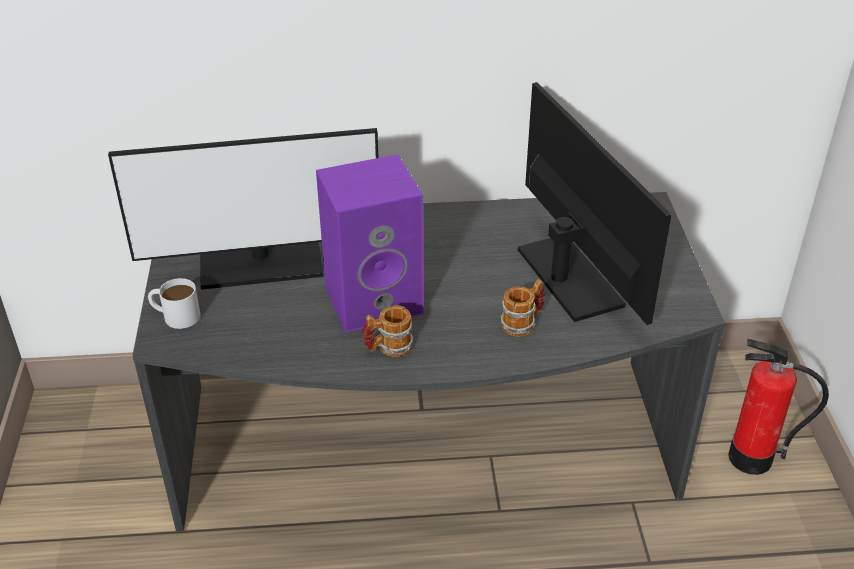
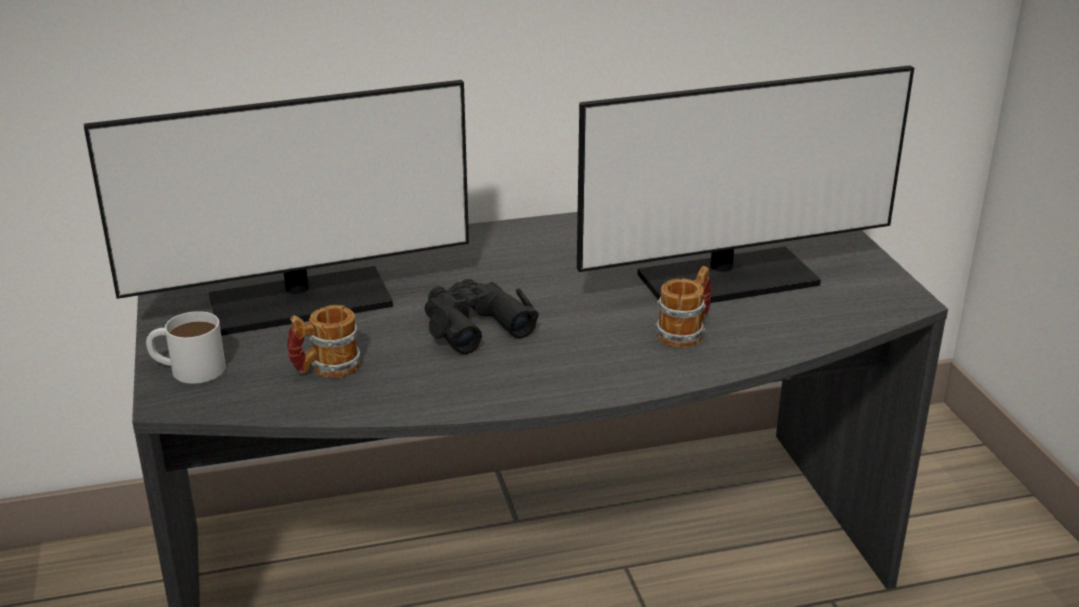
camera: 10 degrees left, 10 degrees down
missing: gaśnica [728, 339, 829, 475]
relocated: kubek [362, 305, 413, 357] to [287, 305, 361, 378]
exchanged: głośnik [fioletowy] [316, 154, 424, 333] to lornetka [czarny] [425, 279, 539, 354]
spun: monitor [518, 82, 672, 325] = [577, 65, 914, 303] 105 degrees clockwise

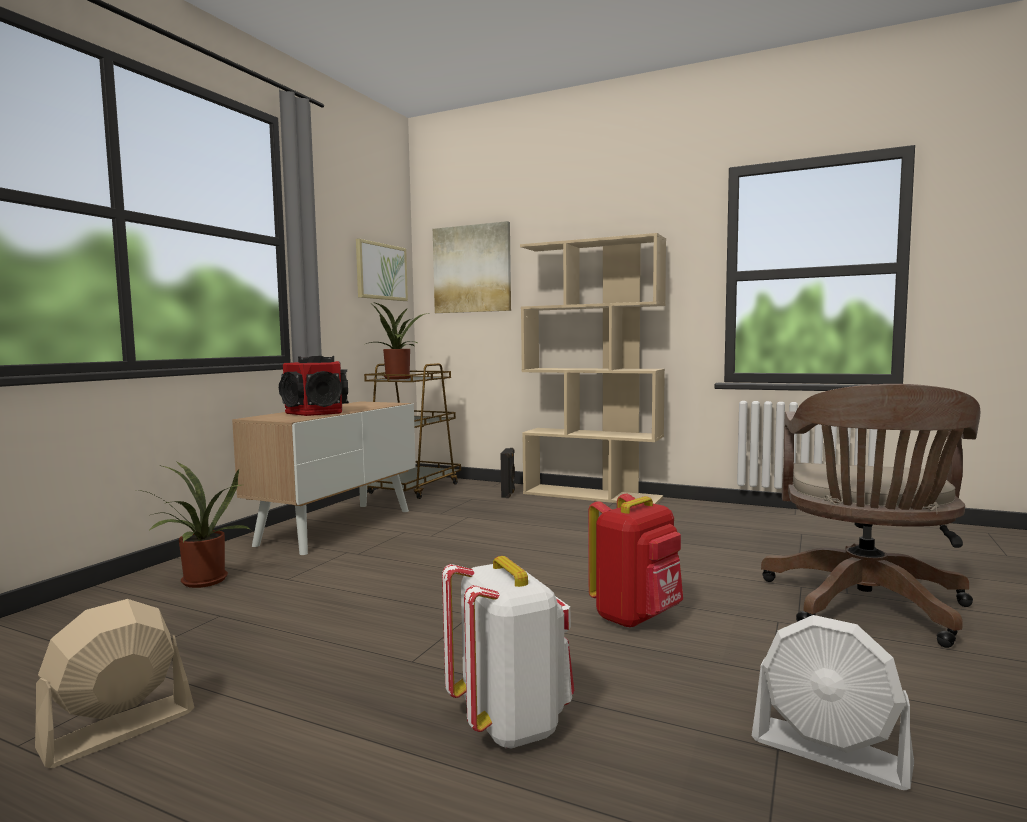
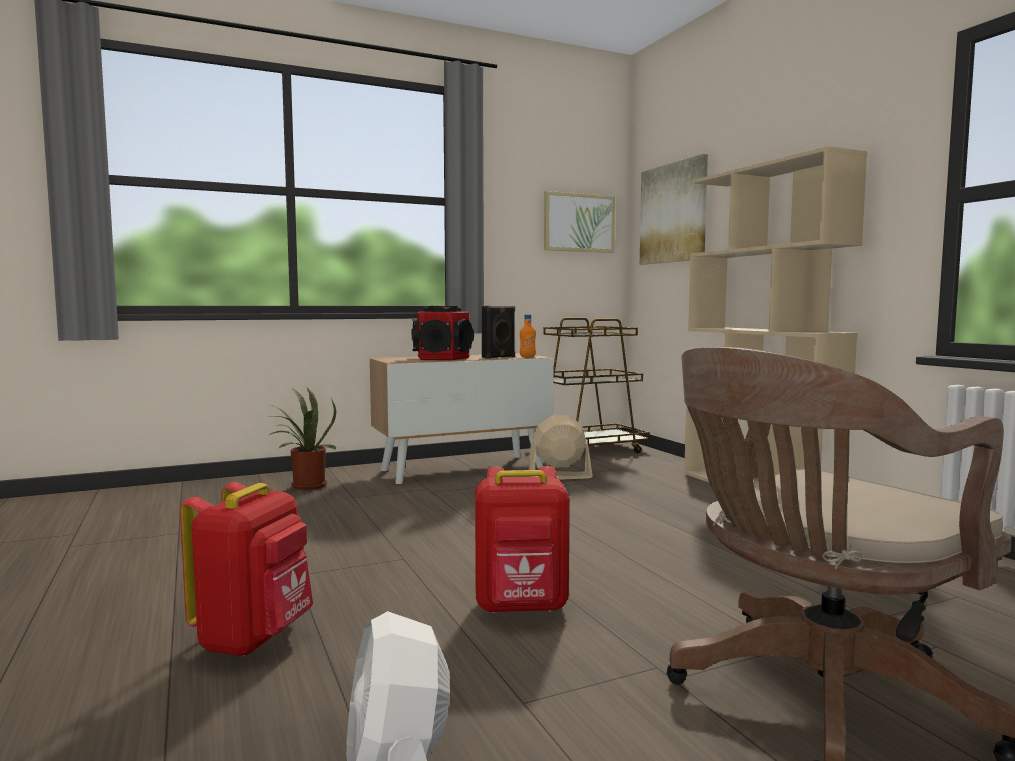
camera: 40 degrees right, 0 degrees up
missing: roślina doniczkowa [366, 302, 429, 379]
appeared: butelka [pomarańczowy] [520, 314, 536, 358]
relocated: wentylator [beżowy] [35, 599, 194, 768] to [529, 415, 593, 480]; głośnik [czarny] [501, 448, 515, 498] to [482, 306, 515, 359]
colour: plecak [biały] [442, 556, 574, 749] to plecak [czerwony] [180, 482, 313, 656]

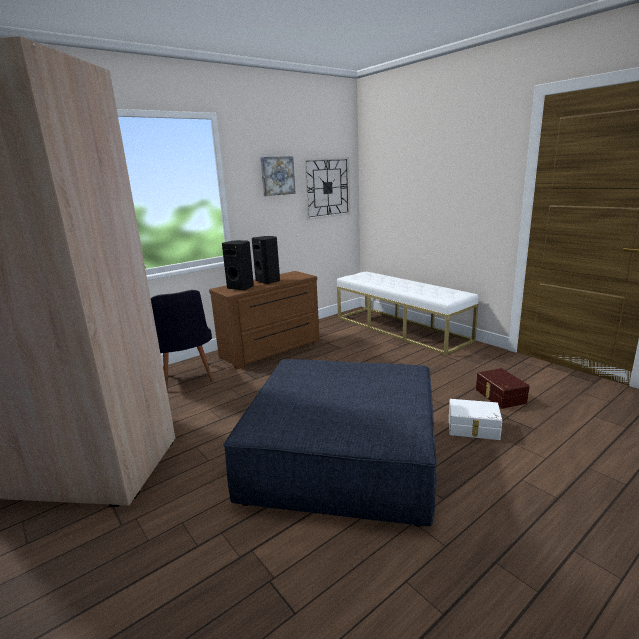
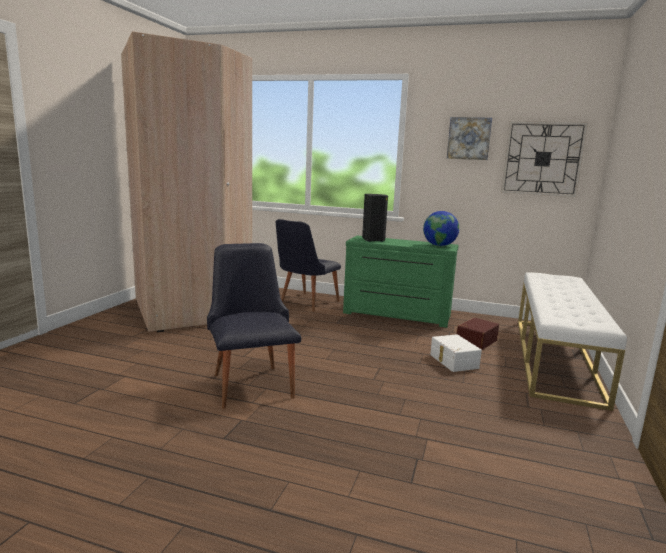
camera: 55 degrees right, 5 degrees down
missing: głośnik [czarny] [252, 236, 280, 284]
appeared: globus [423, 211, 459, 246]
relocated: pojemnik do przechowywania [biały] [449, 399, 502, 440] to [430, 334, 482, 372]; pojemnik do przechowywania [brązowy] [476, 368, 530, 409] to [456, 317, 499, 350]
exchanged: pufa [niebieski] [223, 359, 437, 527] to krzesło [czarny] [207, 243, 301, 409]
colour: komoda [brązowy] [209, 271, 320, 369] to komoda [zielony] [343, 236, 459, 328]

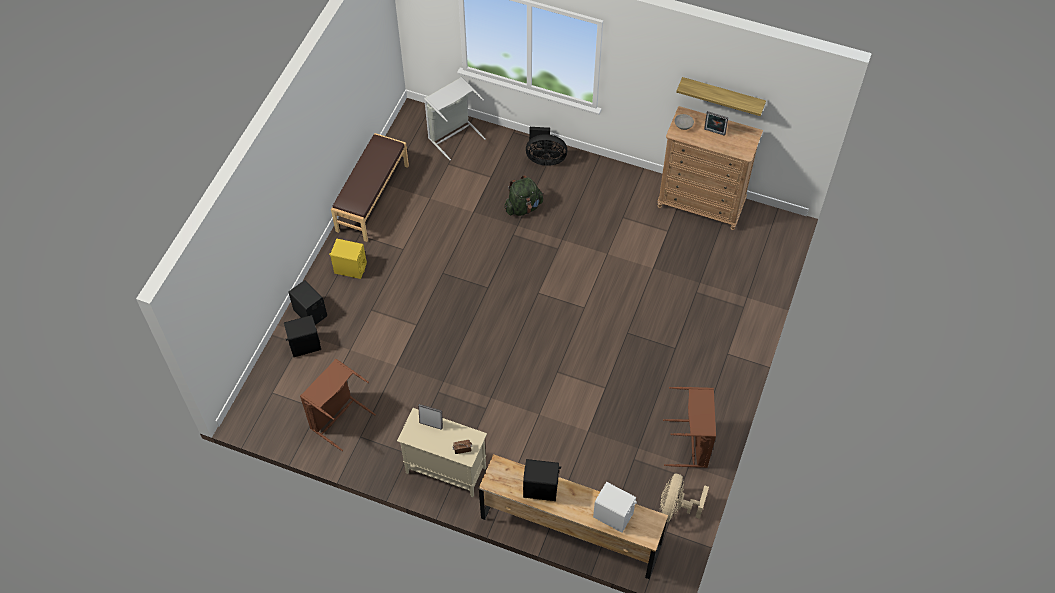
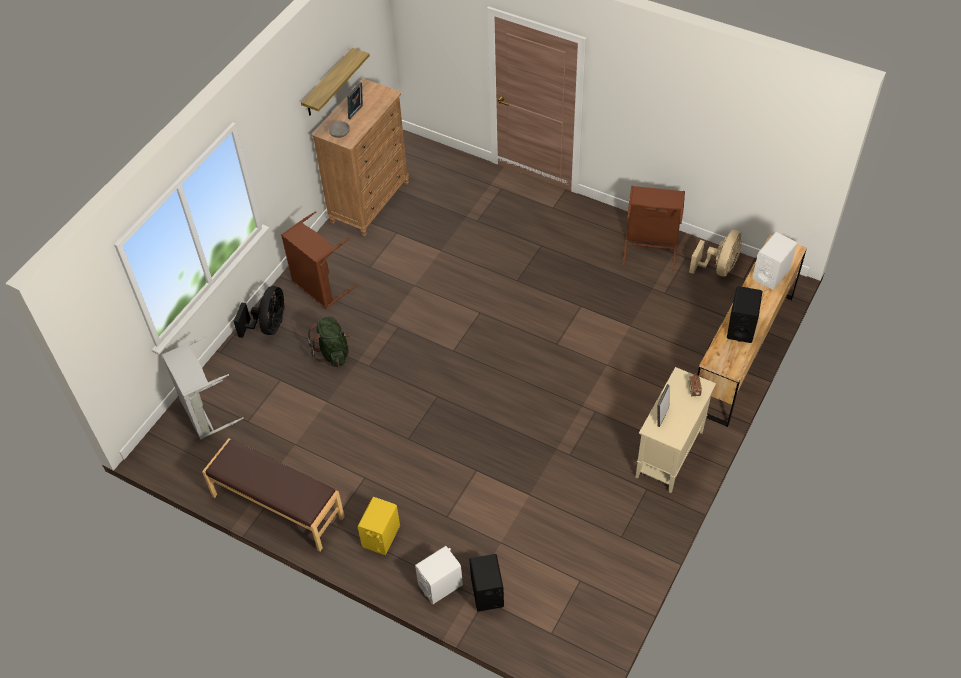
camera: 80 degrees left, 5 degrees down
relocated: kosz na pranie [brązowy] [300, 359, 376, 451] to [281, 211, 358, 309]
colour: głośnik [czarny] [288, 280, 327, 325] to głośnik [biały] [415, 546, 463, 604]
spun: wentylator [beżowy] [660, 474, 709, 522] = [689, 230, 742, 277] 90 degrees counterclockwise

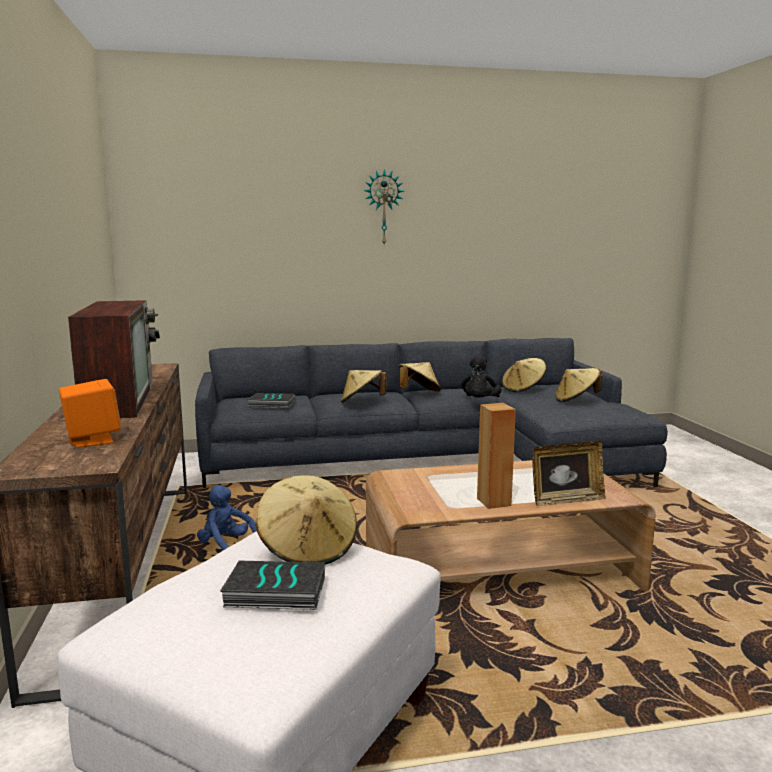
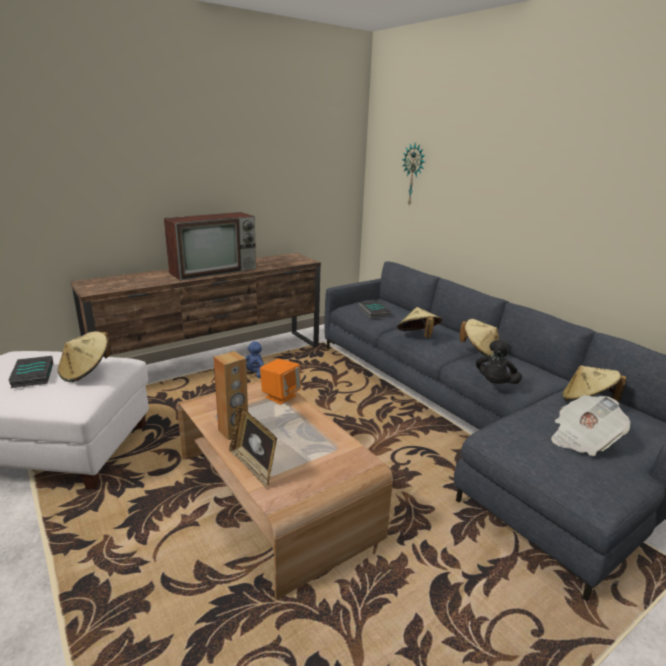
camera: 65 degrees right, 10 degrees up
relocated: głośnik [pomarańczowy] [59, 379, 121, 448] to [260, 359, 301, 405]; zegar ścienny [364, 169, 404, 245] to [402, 144, 425, 205]
exchanged: kapelusz [beżowy] [555, 368, 602, 402] to gazeta [551, 395, 630, 456]
spun: pluszak [czarny] [461, 356, 502, 397] = [476, 340, 522, 384] 60 degrees counterclockwise

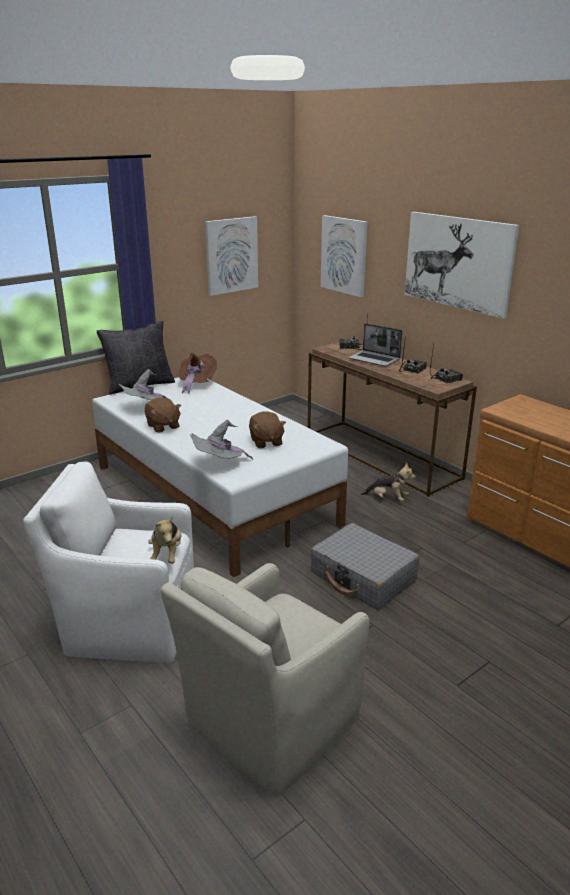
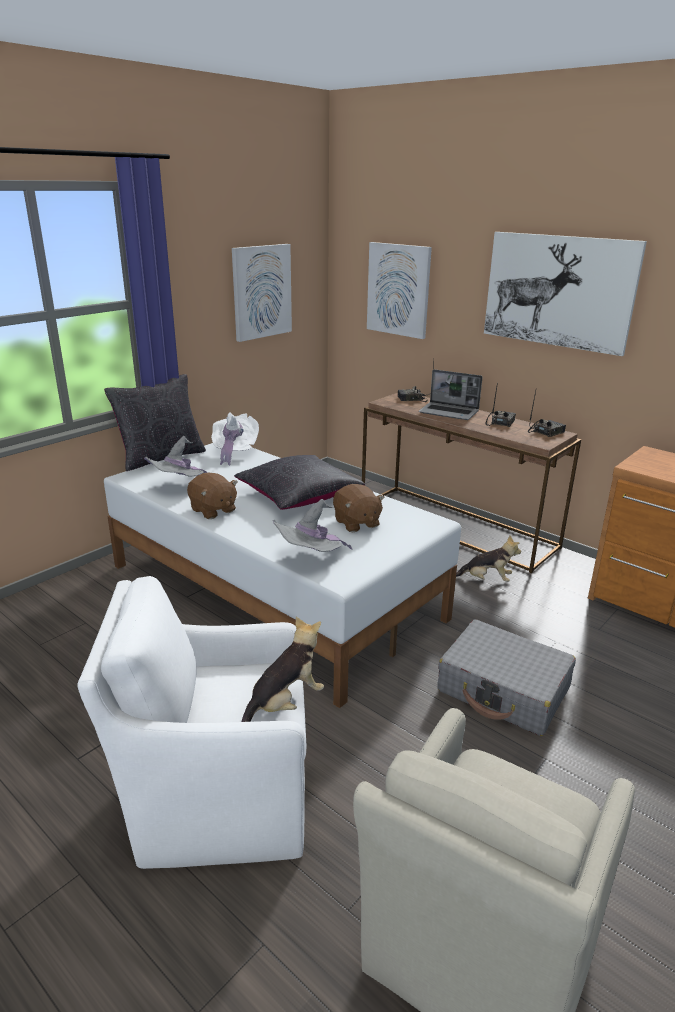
camera: 10 degrees left, 0 degrees up
appeared: poduszka [czarny] [234, 455, 365, 510]
colour: kapelusz [brązowy] [179, 352, 217, 394] to kapelusz [biały] [211, 412, 259, 465]
spun: pluszak [148, 516, 182, 564] = [242, 617, 324, 722] 120 degrees counterclockwise

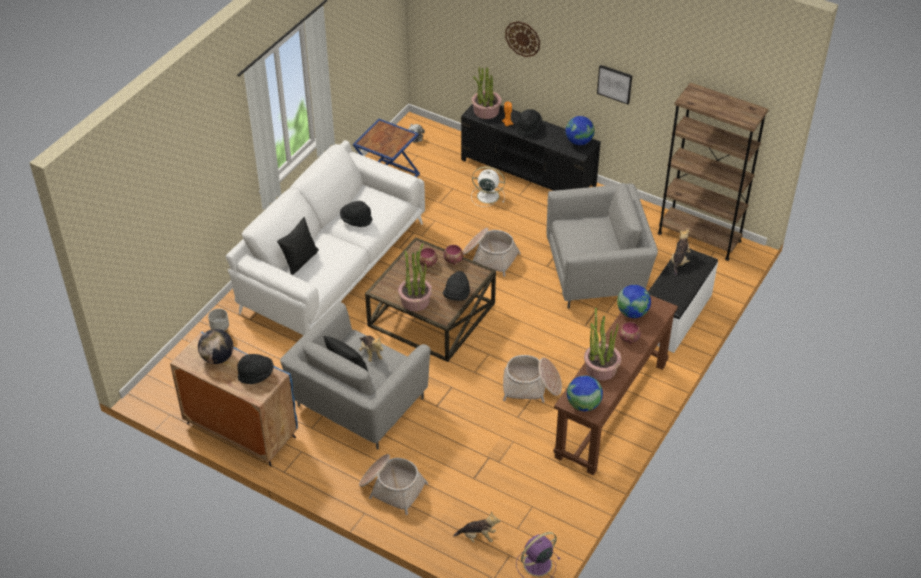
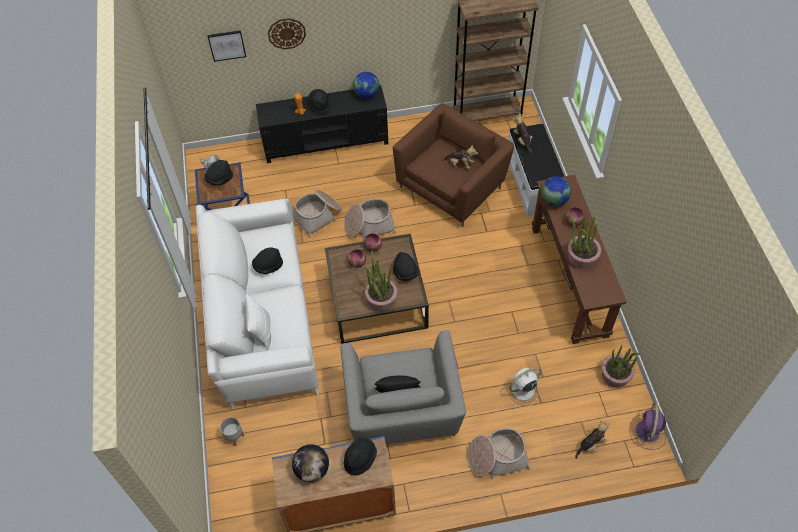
camera: 40 degrees left, 10 degrees up
missing: globus [567, 375, 603, 411]
appeared: kapelusz [czarny] [204, 160, 233, 186]
relocated: pluszak [359, 336, 383, 362] to [442, 145, 478, 169]; wentylator [biały] [471, 167, 505, 207] to [505, 367, 542, 408]; roślina doniczkowa [472, 66, 502, 119] to [602, 344, 640, 388]; koszyk [503, 355, 562, 403] to [292, 190, 342, 238]; obraz [597, 65, 632, 104] to [207, 30, 246, 62]
colour: poduszka [czarny] [277, 217, 319, 275] to poduszka [biały] [245, 294, 271, 349]; fotel [szary] [546, 183, 658, 309] to fotel [brązowy] [393, 103, 514, 227]

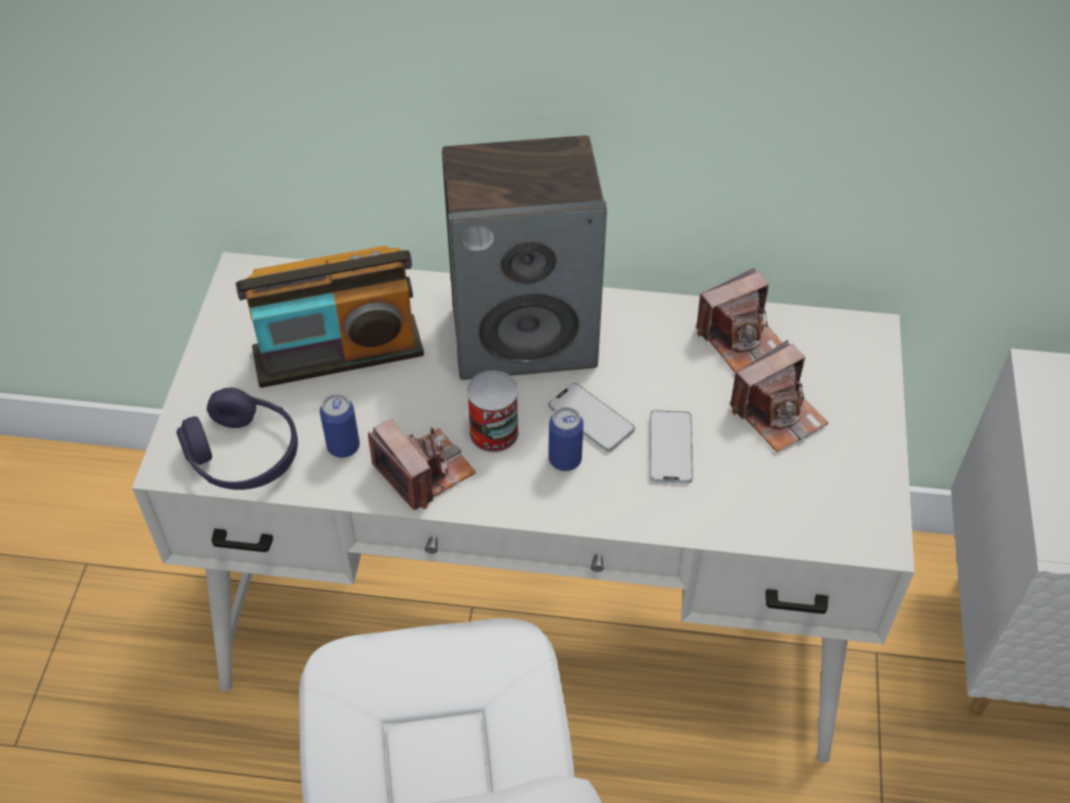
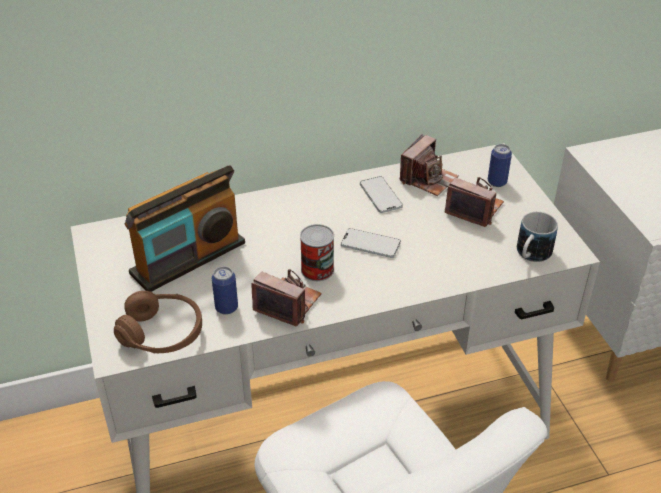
camera: 25 degrees left, 10 degrees down
missing: głośnik [442, 136, 607, 380]
appeared: kubek [517, 212, 558, 262]
relocated: puszka [549, 407, 583, 471] to [488, 144, 512, 187]; telefon [650, 410, 693, 483] to [360, 176, 403, 213]
colour: słuchawki [fioletowy] [176, 388, 298, 490] to słuchawki [brązowy] [114, 291, 202, 354]
spun: aparat fotograficzny [730, 340, 828, 452] = [445, 177, 504, 227] 90 degrees counterclockwise

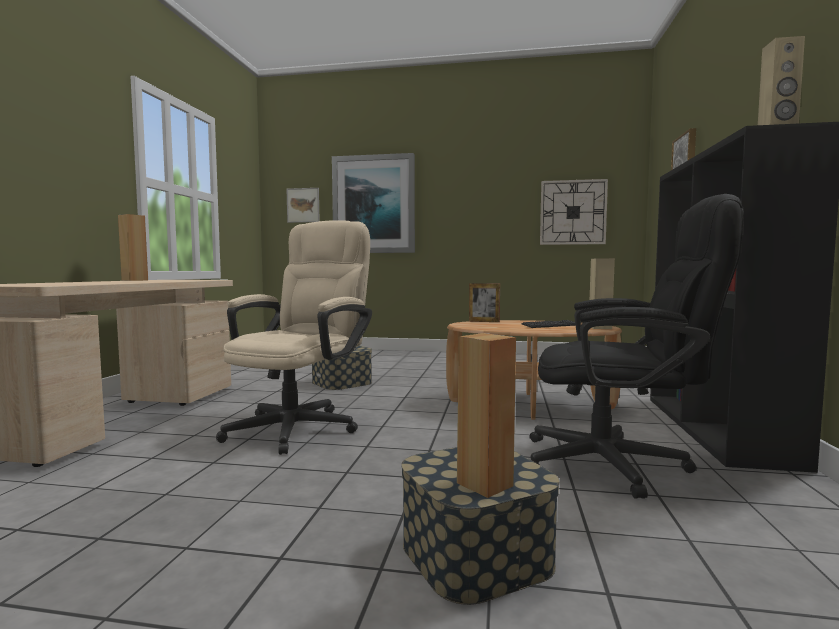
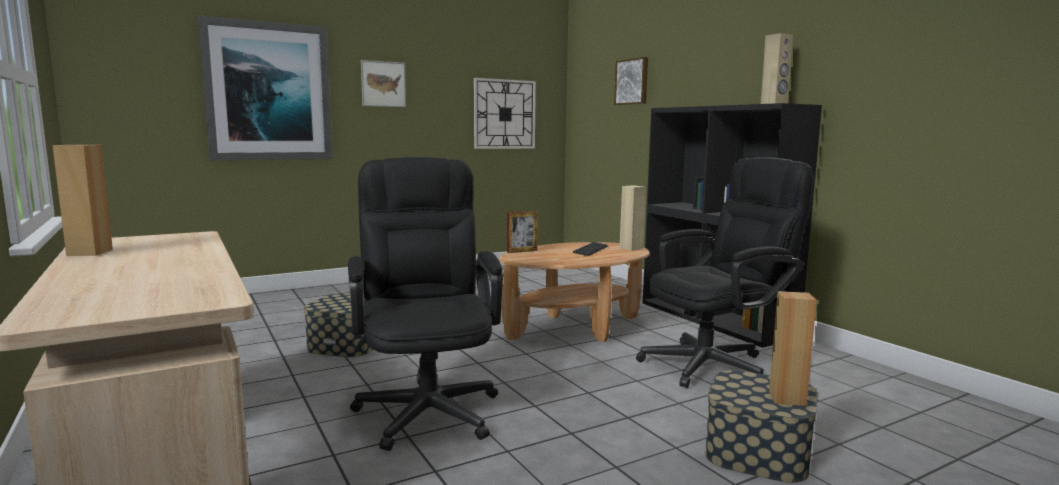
camera: 40 degrees left, 5 degrees up
relocated: obraz [286, 188, 320, 223] to [361, 60, 406, 107]
colour: krzesło biurowe [beżowy] [216, 220, 372, 455] to krzesło biurowe [czarny] [348, 157, 503, 451]

